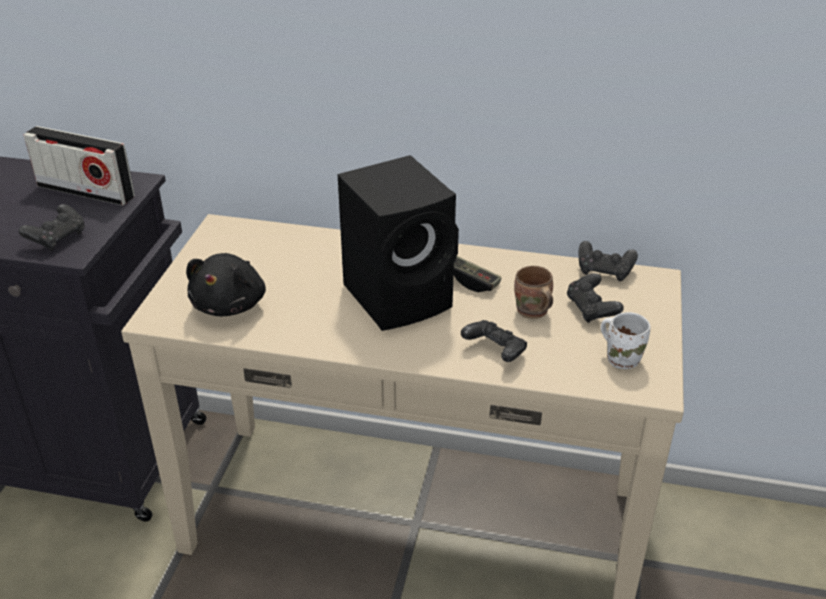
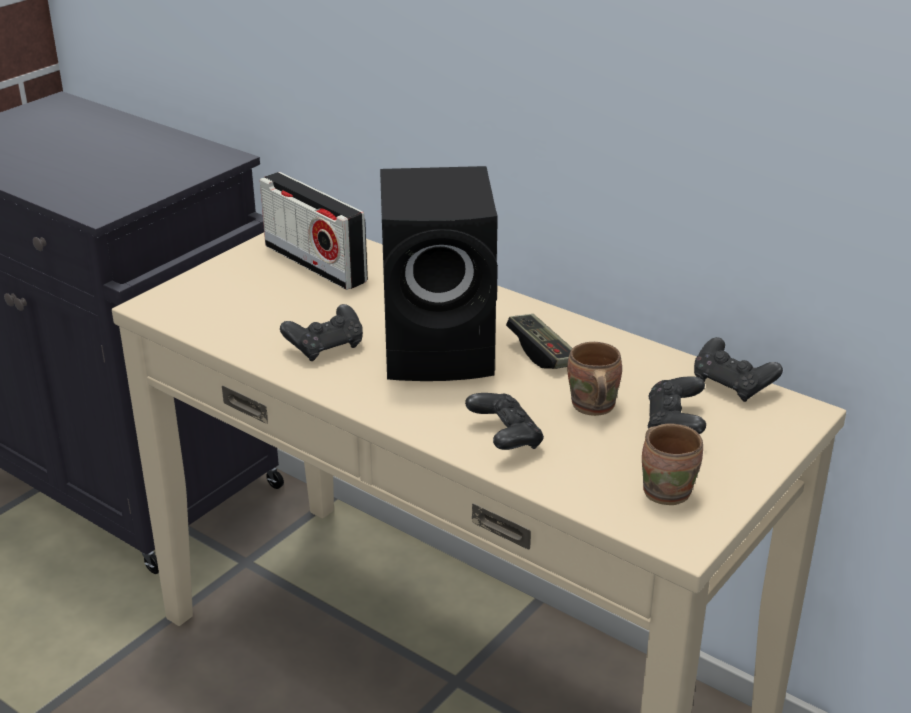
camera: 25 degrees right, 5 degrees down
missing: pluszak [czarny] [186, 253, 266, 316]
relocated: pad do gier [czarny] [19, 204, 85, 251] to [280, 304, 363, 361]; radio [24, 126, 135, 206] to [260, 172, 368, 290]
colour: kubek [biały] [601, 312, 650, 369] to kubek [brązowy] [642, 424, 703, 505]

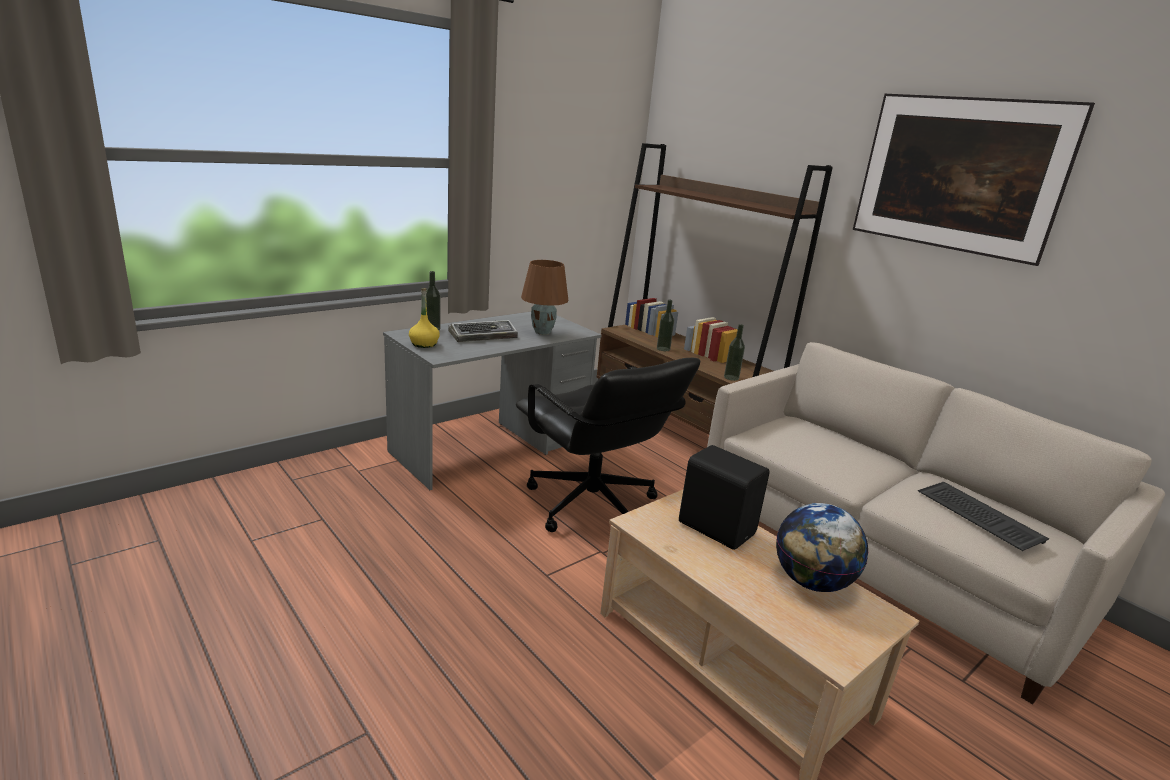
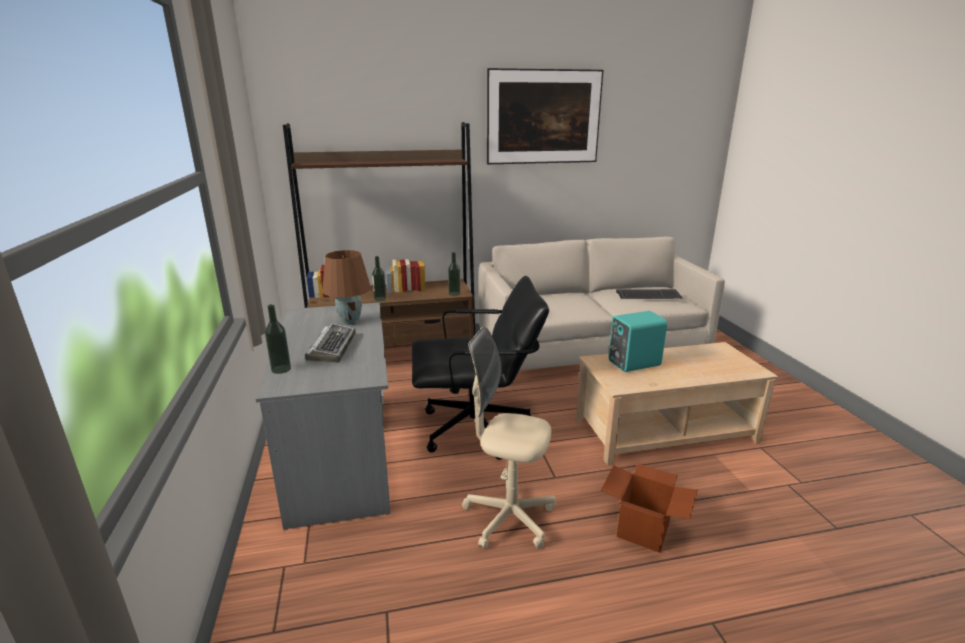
camera: 60 degrees left, 0 degrees up
missing: butelka [żółty] [409, 288, 440, 348]; globus [776, 503, 868, 592]
appeared: krzesło biurowe [beżowy] [462, 327, 556, 549]; karton [601, 464, 698, 553]
colour: głośnik [czarny] [679, 445, 769, 550] to głośnik [turkusowy] [609, 311, 667, 372]

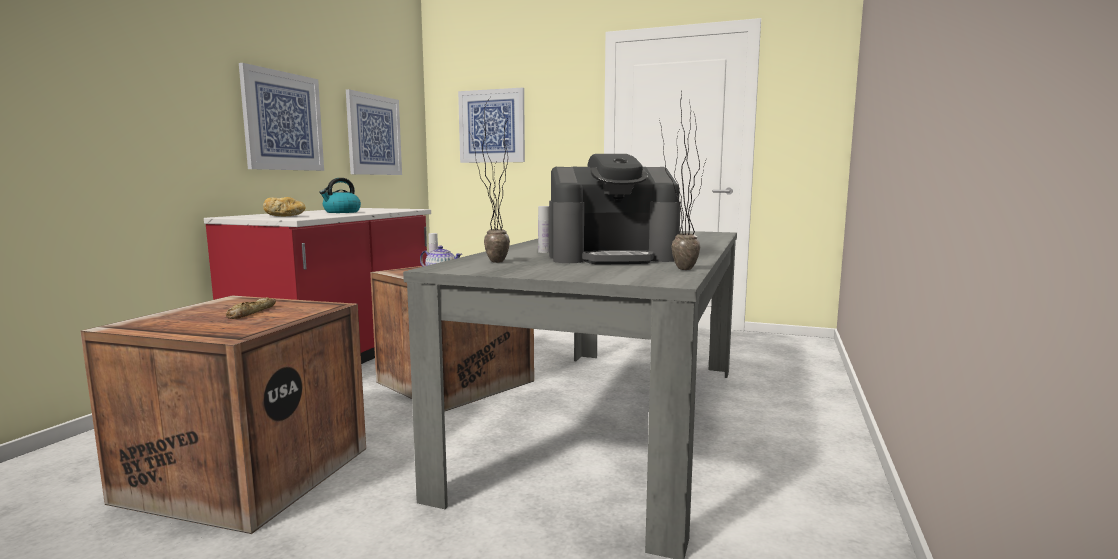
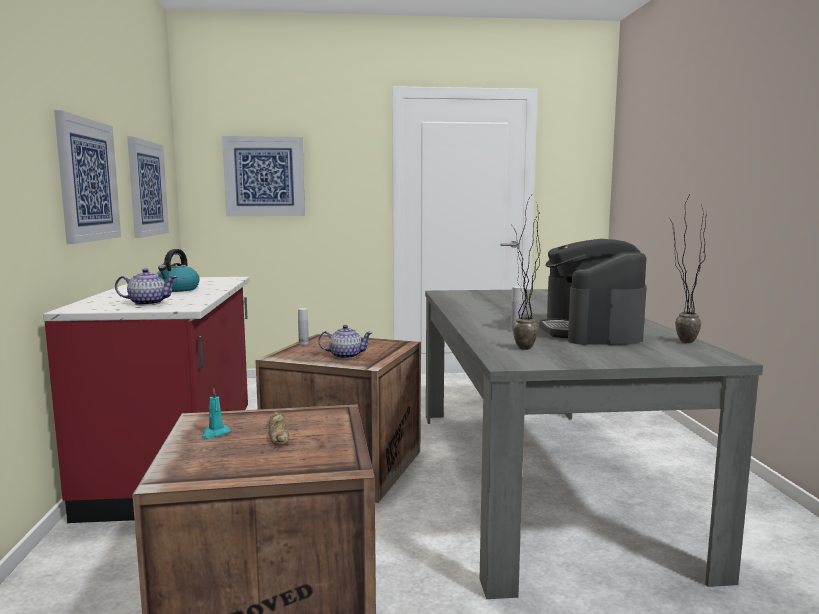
camera: 25 degrees left, 0 degrees up
appeared: świeca [turkusowy] [201, 388, 230, 439]
exchanged: chleb [263, 197, 305, 216] to imbryk [115, 268, 177, 305]
spun: ekspres do kawy [549, 154, 681, 264] = [539, 239, 647, 345] 120 degrees clockwise

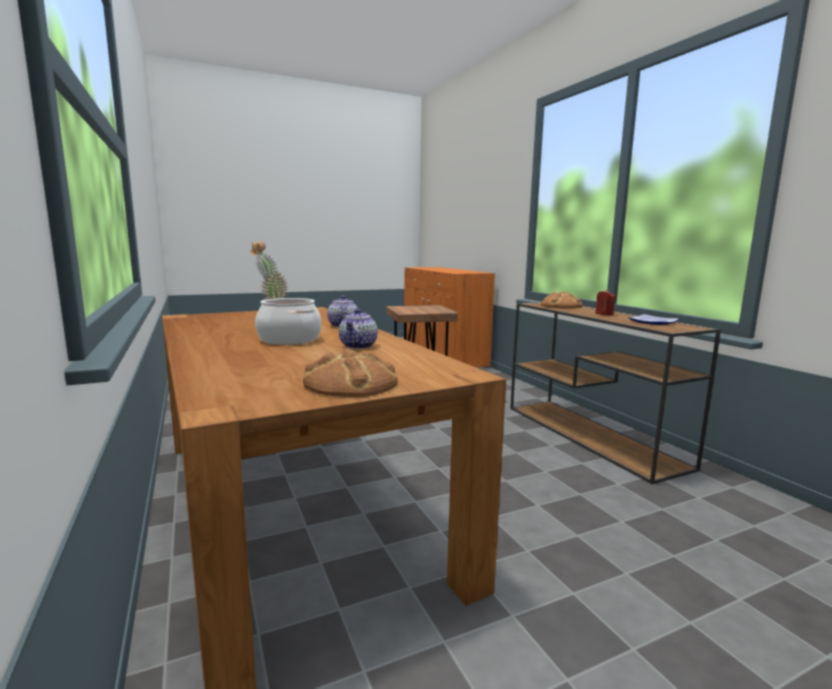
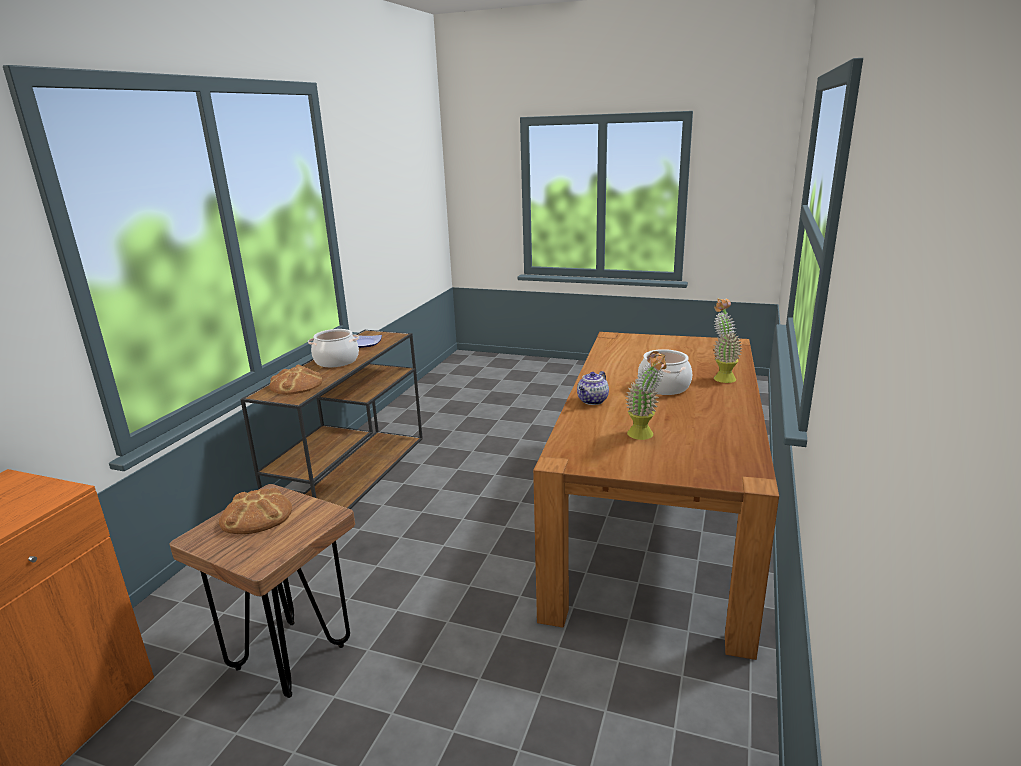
camera: 135 degrees left, 10 degrees up
missing: imbryk [339, 309, 378, 349]
appeared: roślina doniczkowa [713, 299, 742, 383]
relocated: chleb [303, 348, 398, 397] to [219, 488, 292, 534]
exchanged: świeca [czerwony] [595, 289, 616, 315] to garnek [308, 329, 359, 367]

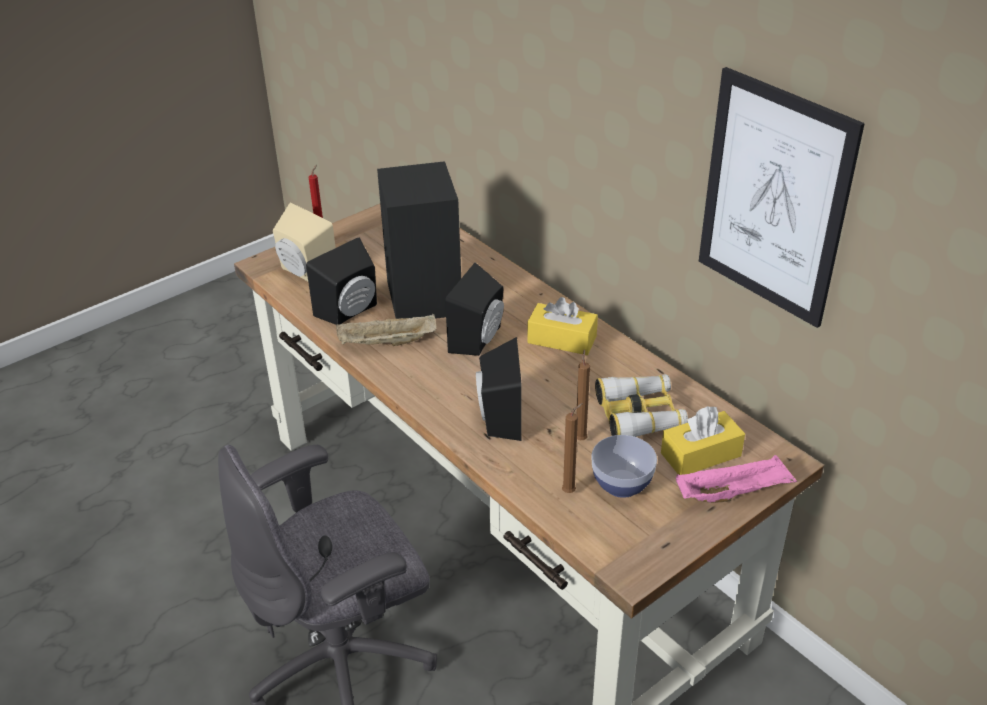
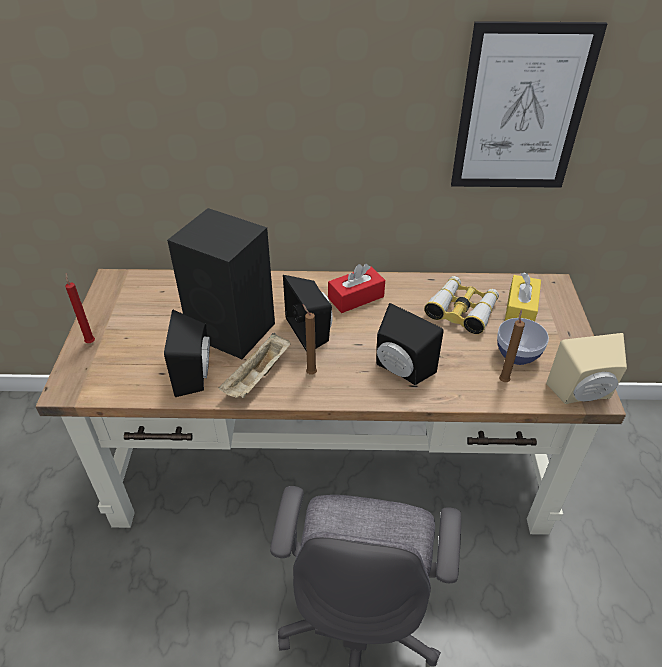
camera: 50 degrees left, 5 degrees up
missing: taca [różowy] [676, 455, 797, 503]
relocated: głośnik [beżowy] [273, 203, 336, 282] to [546, 333, 627, 404]; świeca [brązowy] [576, 349, 590, 441] to [302, 304, 317, 375]
colour: pudełko chusteczek [żółty] [527, 297, 598, 355] to pudełko chusteczek [czerwony] [328, 264, 385, 313]

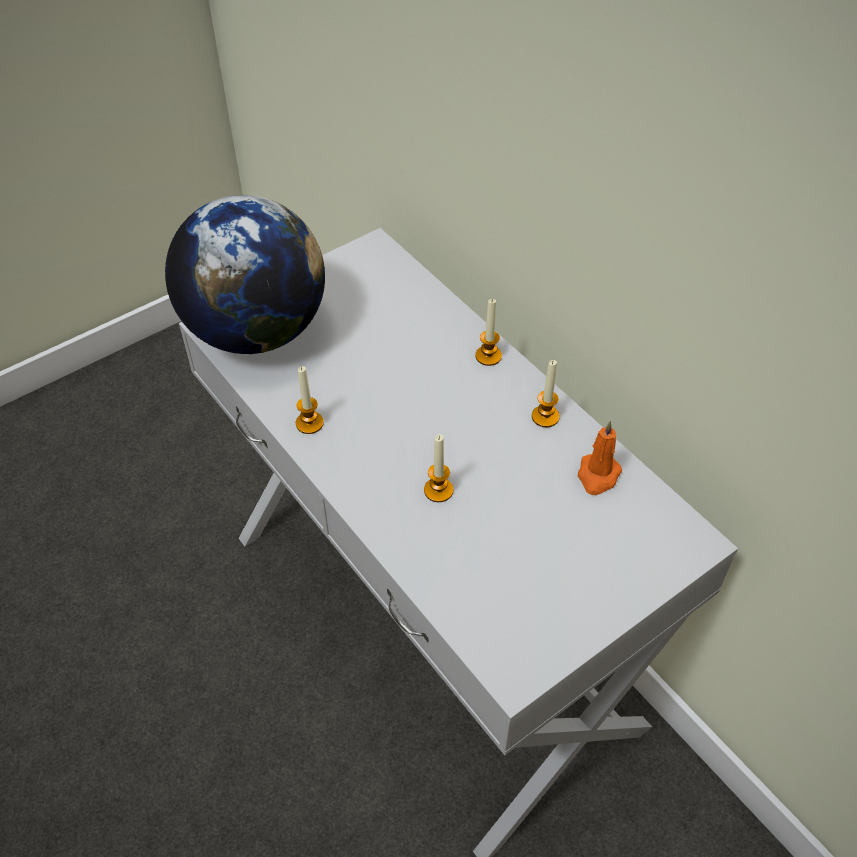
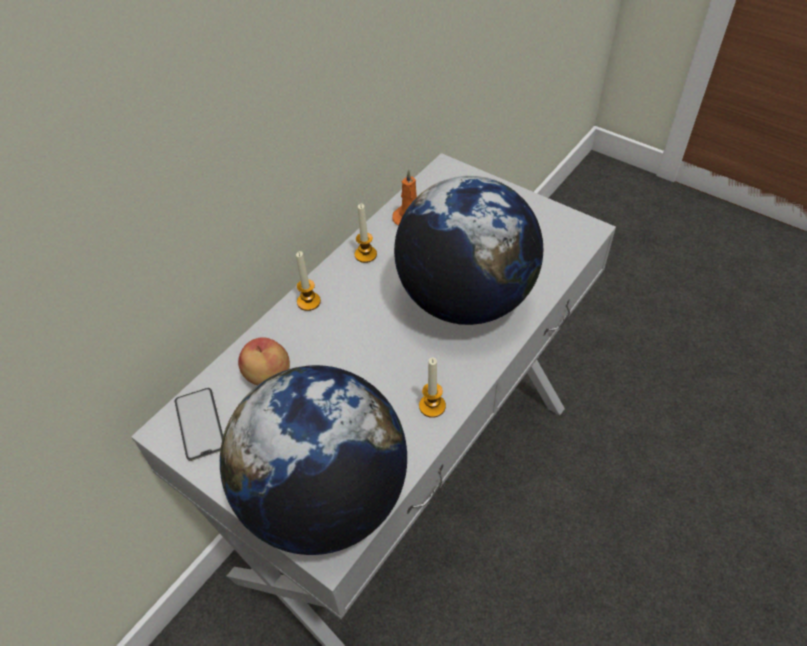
camera: 105 degrees left, 0 degrees up
appeared: telefon [175, 388, 223, 461]; jabłko [238, 337, 290, 385]
exchanged: świeca [424, 434, 453, 502] to globus [394, 175, 543, 325]

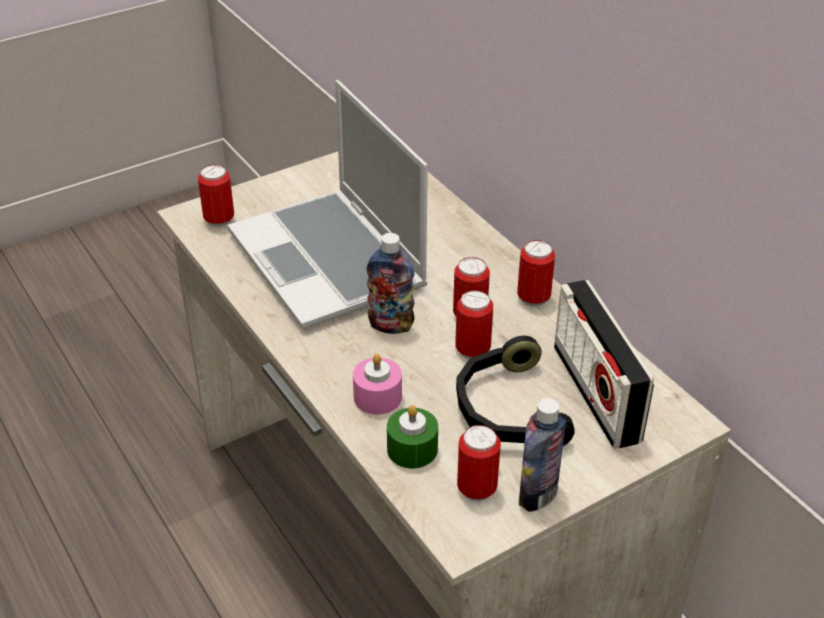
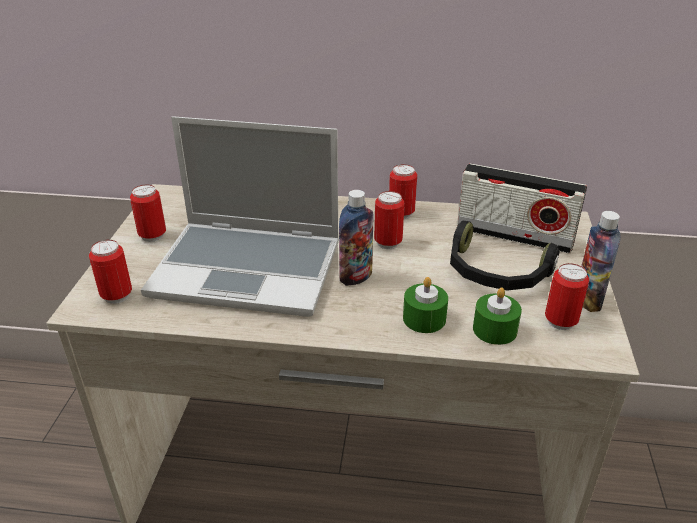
camera: 50 degrees left, 5 degrees down
relocated: puszka [455, 290, 493, 359] to [130, 185, 166, 242]
colour: świeca [różowy] [353, 354, 402, 415] to świeca [zielony] [403, 277, 448, 333]

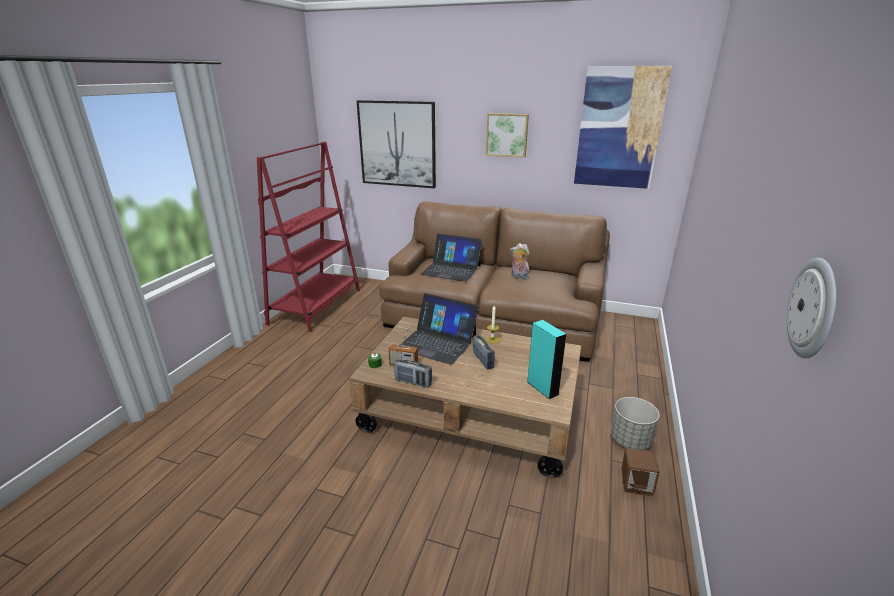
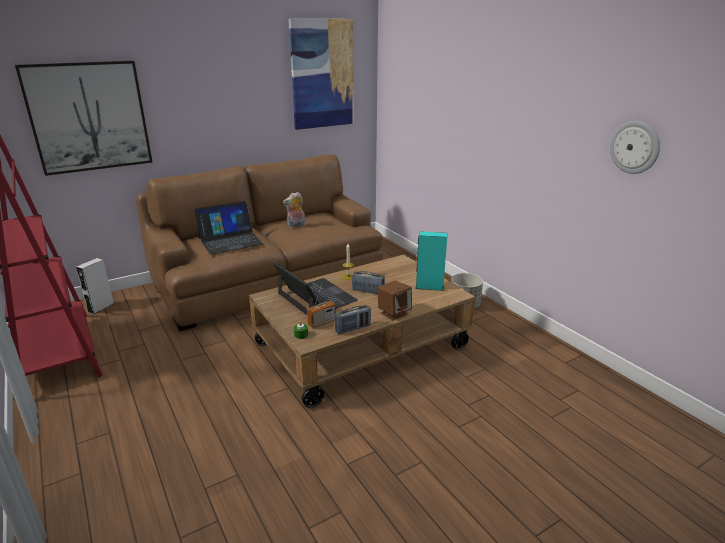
camera: 50 degrees left, 0 degrees up
missing: obraz [486, 113, 529, 158]
appeared: głośnik [szary] [76, 258, 114, 314]
relocated: głośnik [brązowy] [621, 448, 660, 496] to [377, 281, 412, 321]
spun: laptop [400, 293, 479, 365] = [272, 261, 358, 315] 105 degrees counterclockwise

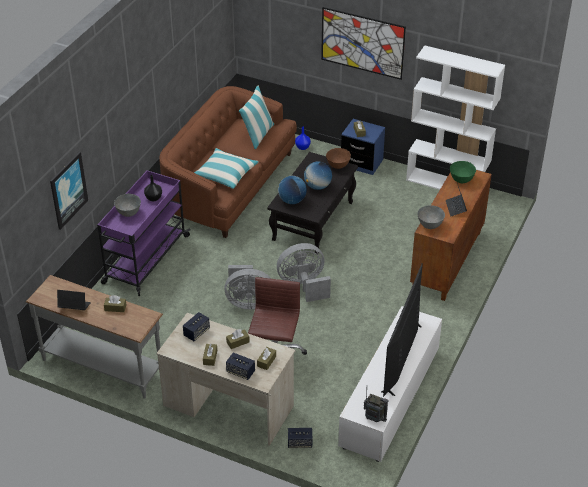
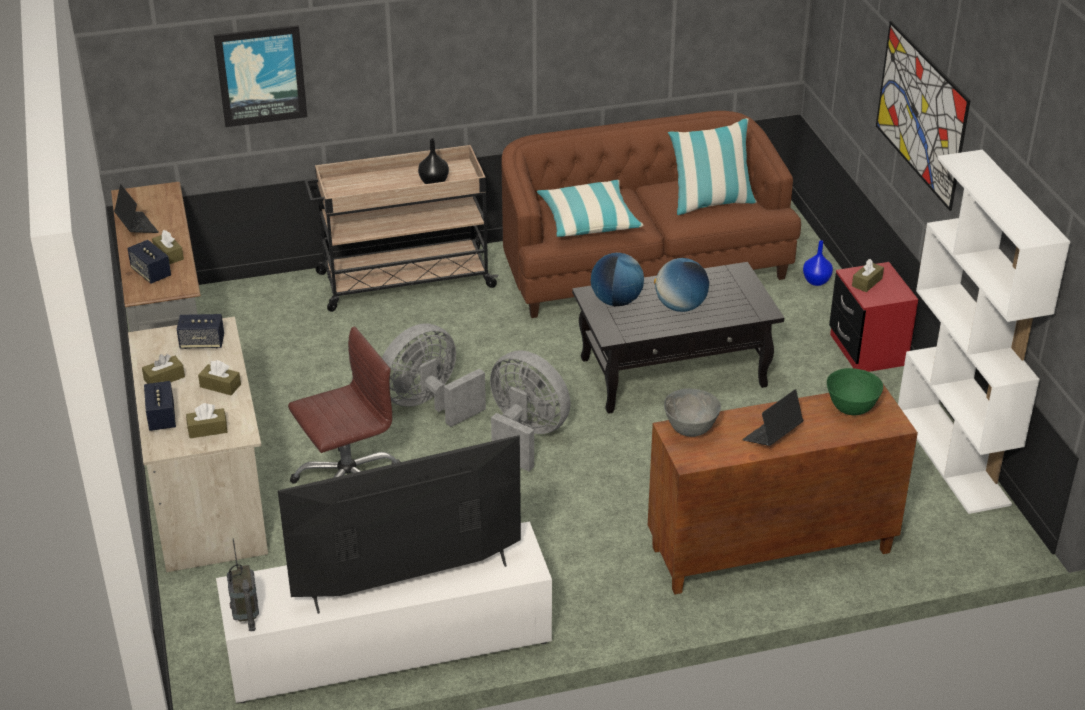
camera: 50 degrees right, 5 degrees down
missing: miska [szary] [114, 194, 141, 217]; miska [brązowy] [326, 148, 351, 169]
relocated: głośnik [288, 428, 312, 448] to [127, 240, 171, 284]
colour: wózek [fioletowy] [97, 170, 191, 296] to wózek [beżowy] [305, 145, 499, 312]; szafka nocna [niebieski] [341, 119, 385, 175] to szafka nocna [czerwony] [829, 262, 918, 372]
spun: wentylator [szary] [225, 265, 271, 309] = [382, 324, 486, 427] 90 degrees clockwise

